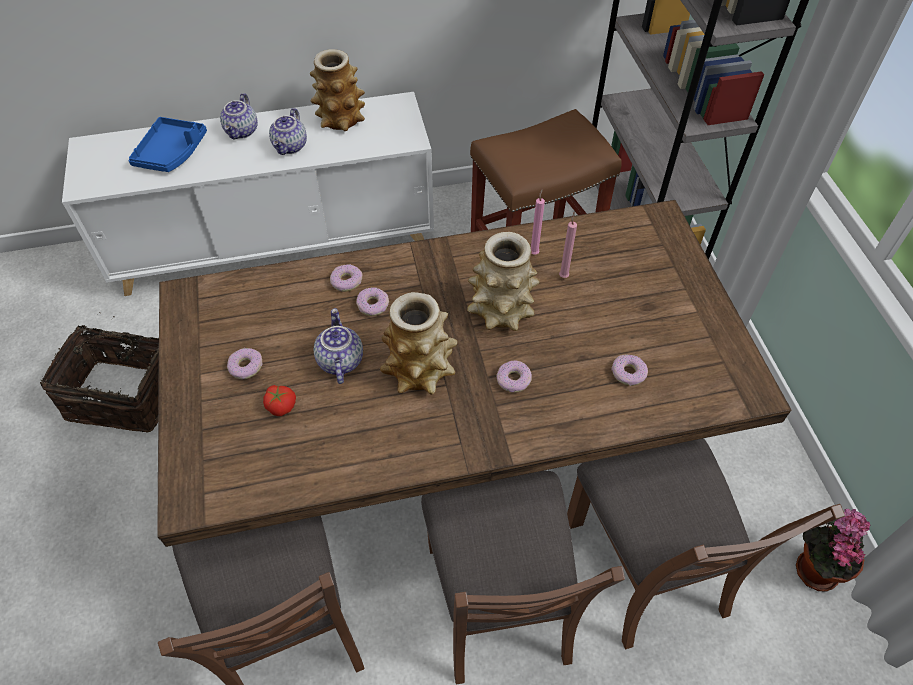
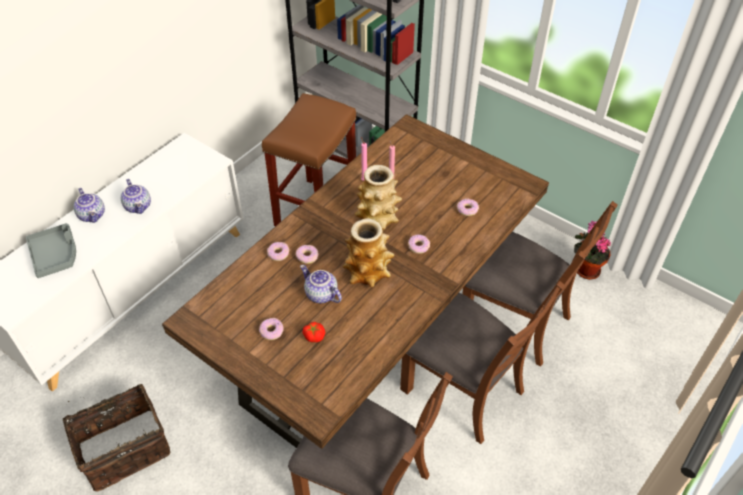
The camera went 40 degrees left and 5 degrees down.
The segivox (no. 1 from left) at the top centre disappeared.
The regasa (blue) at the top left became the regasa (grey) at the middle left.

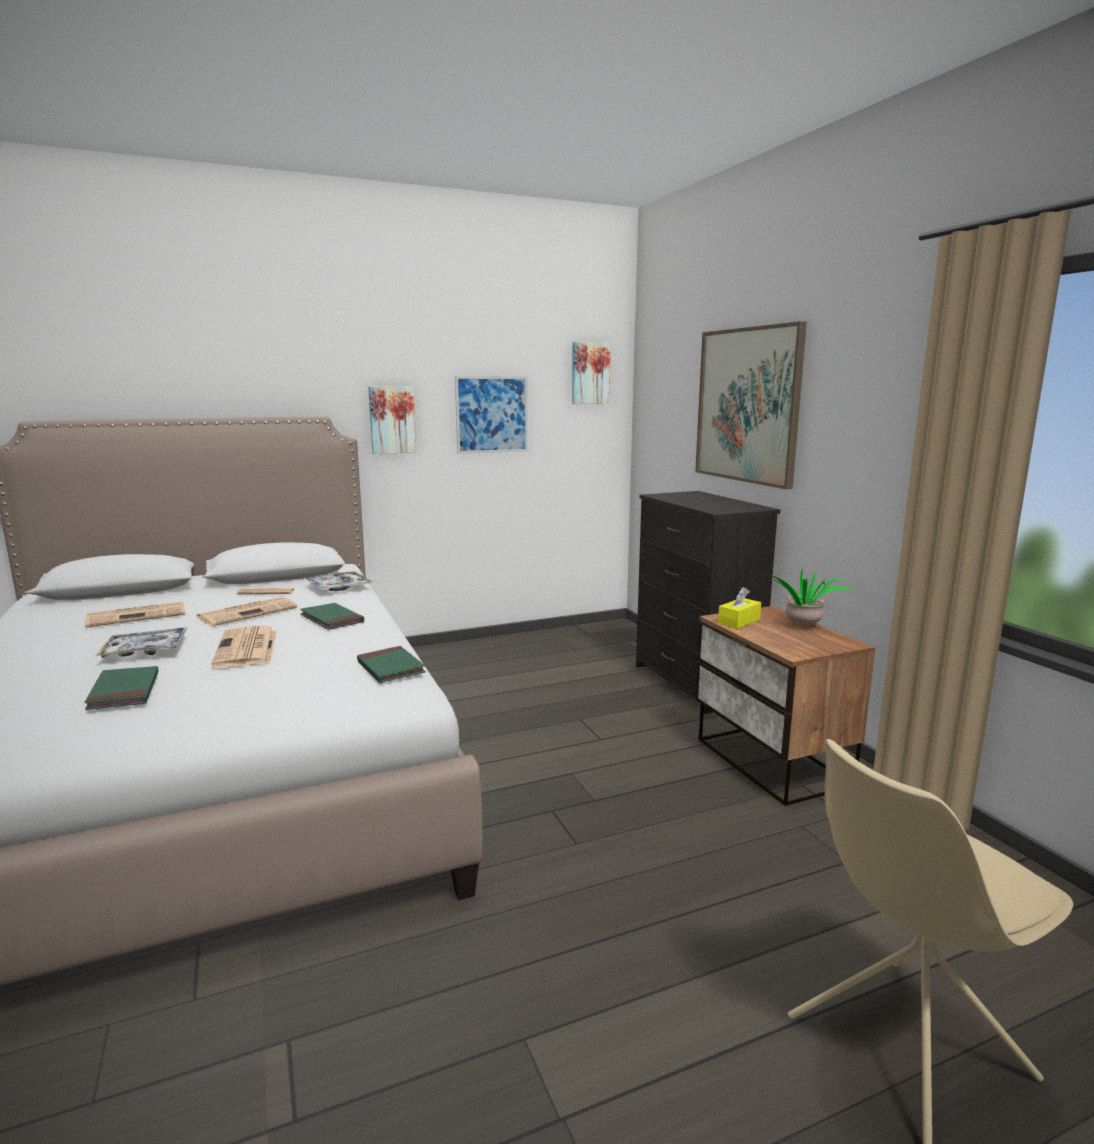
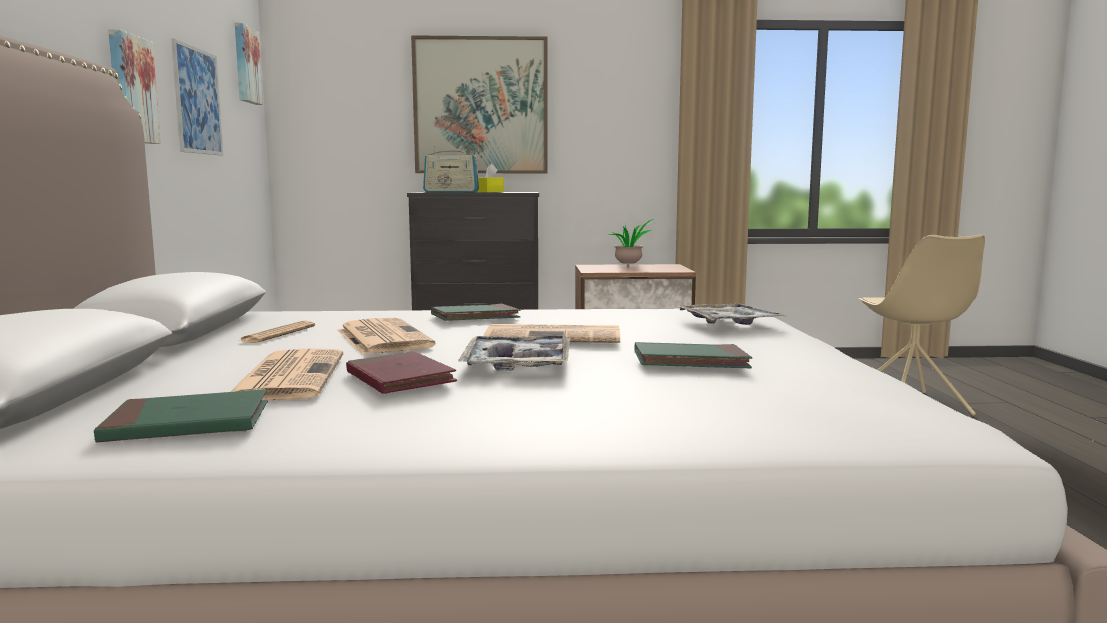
The camera went 70 degrees left and 5 degrees down.
The regasa (no. 2 from left) moved from the middle left to the centre.
The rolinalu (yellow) moved from the middle right to the top centre.
The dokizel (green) (no. 3 from left in the first image) moved from the centre to the middle left.
The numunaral at the top centre appeared.
The dokizel (red) at the centre appeared.

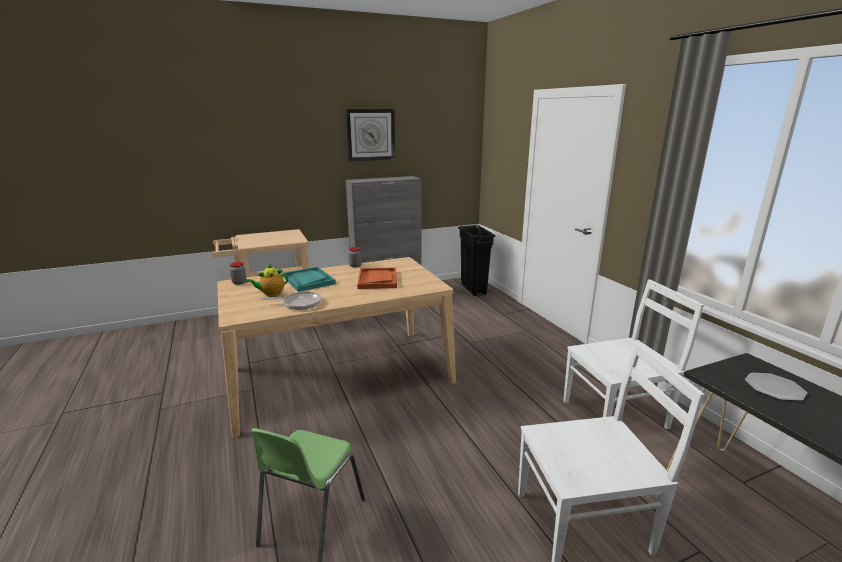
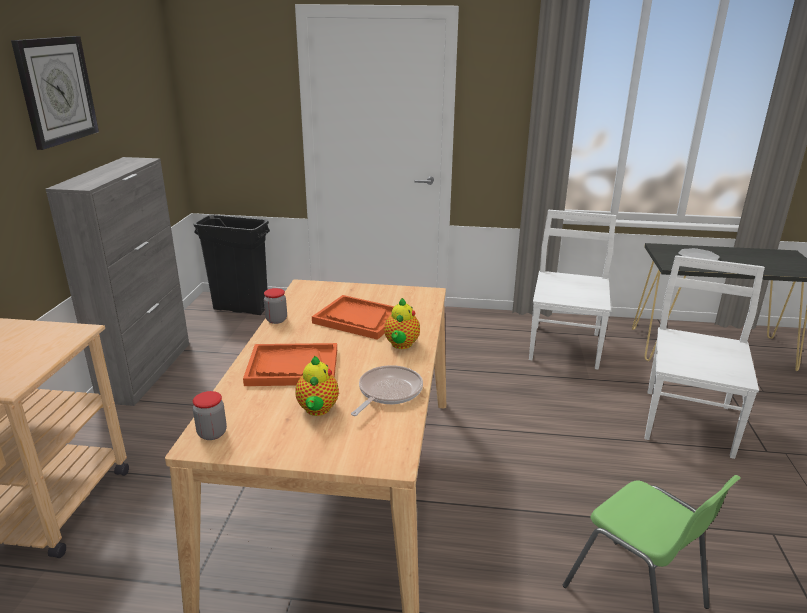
The camera went 60 degrees left and 5 degrees up.
The regasa (turquoise) at the centre became the regasa (orange) (no. 1 from left) at the centre.
The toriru (no. 2 from left) at the centre appeared.

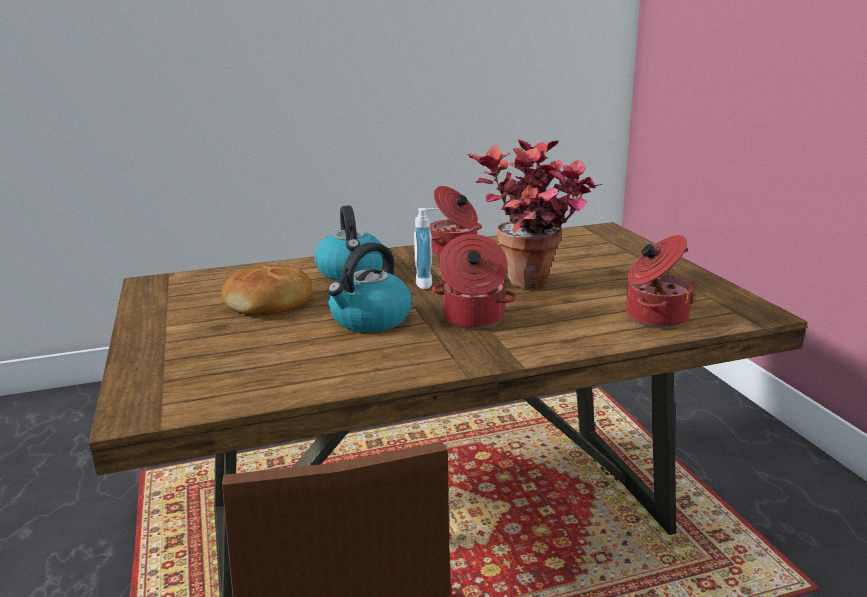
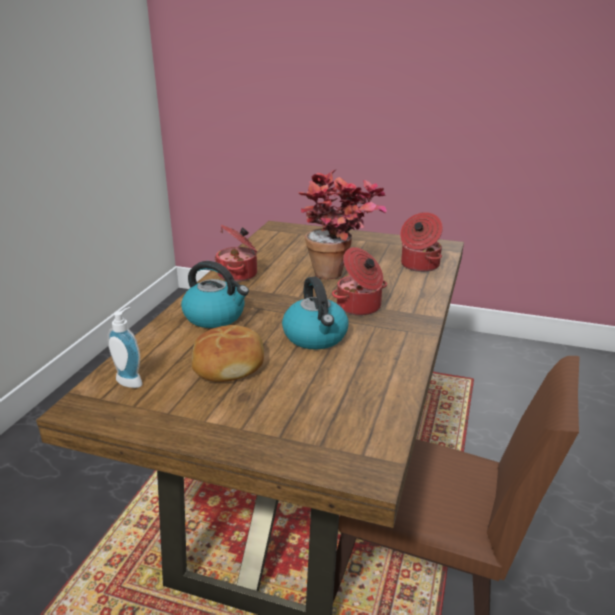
The camera went 55 degrees left and 5 degrees up.
The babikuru moved from the centre to the middle left.

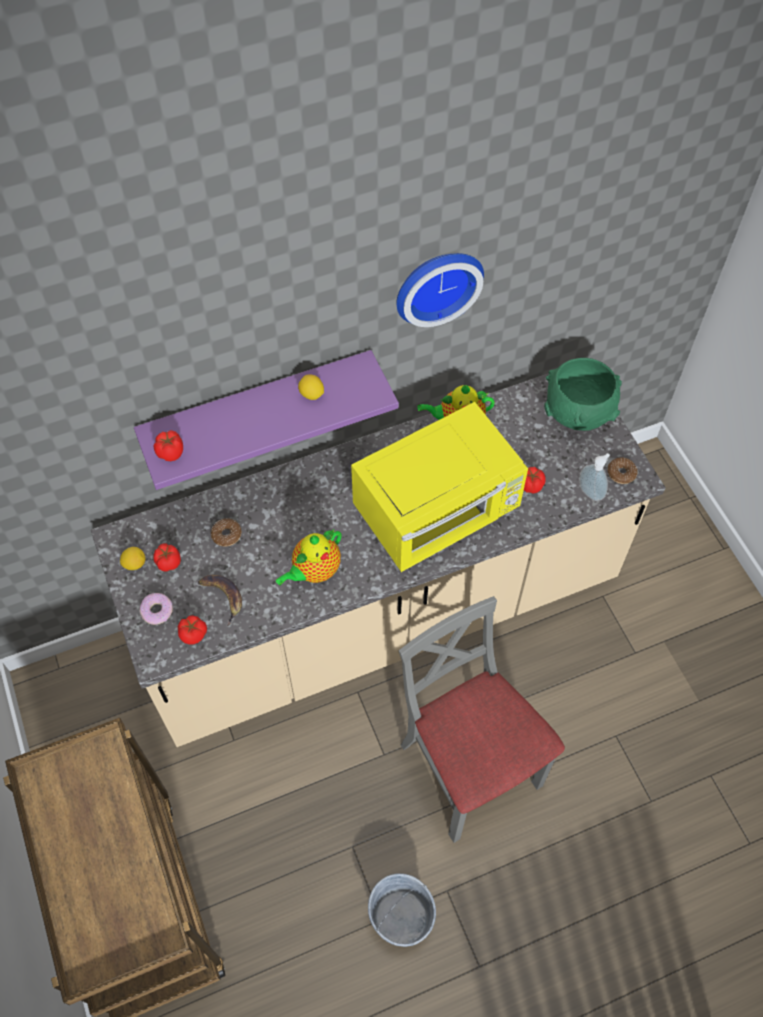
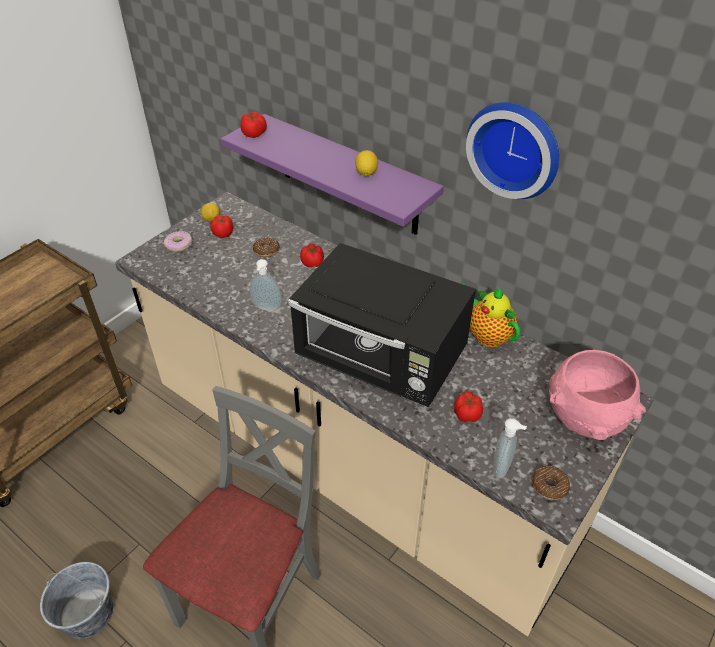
The camera went 60 degrees right and 15 degrees down.
The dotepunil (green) at the middle right became the dotepunil (pink) at the middle right.
The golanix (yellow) at the centre became the golanix (black) at the centre.
The toriru (no. 1 from left) at the centre was replaced by the babikuru (no. 1 from left) at the centre.
The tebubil at the middle left disappeared.
The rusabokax (no. 3 from left) moved from the middle left to the centre.

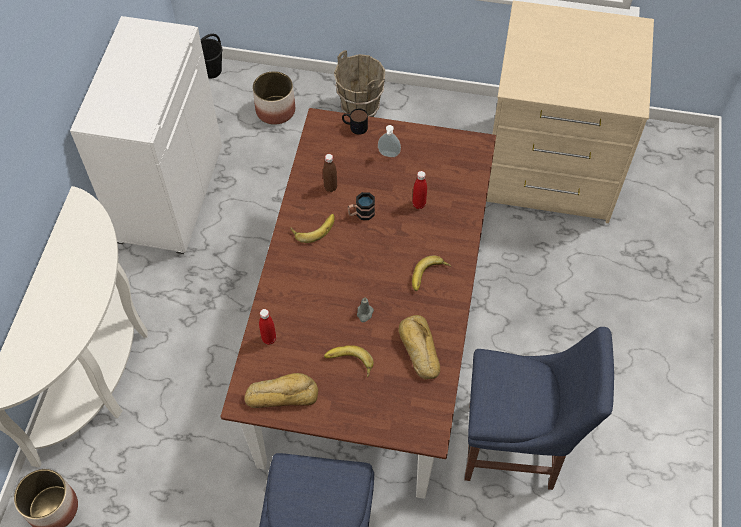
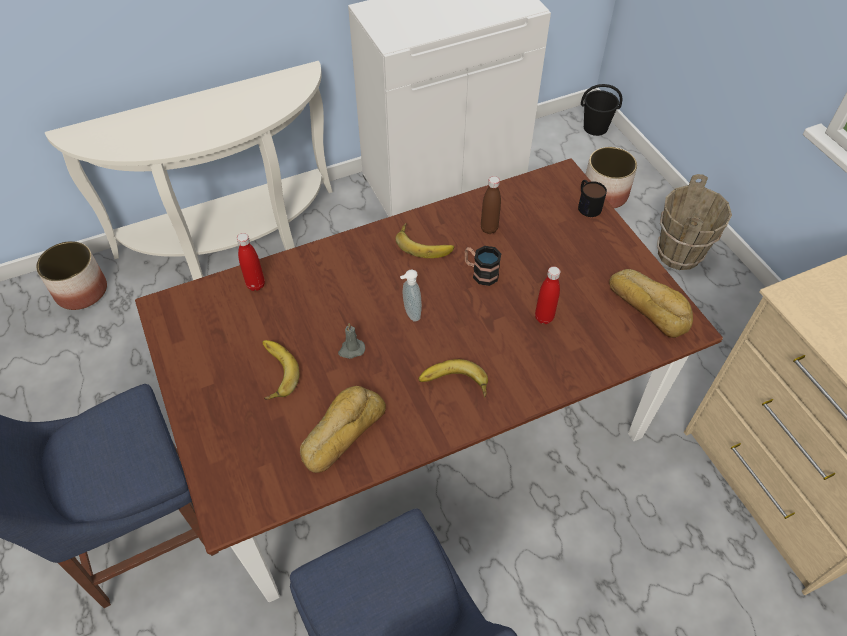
The camera went 55 degrees right and 5 degrees down.
The babikuru moved from the top centre to the centre.
The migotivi (no. 1 from left in the first image) moved from the bottom centre to the middle right.

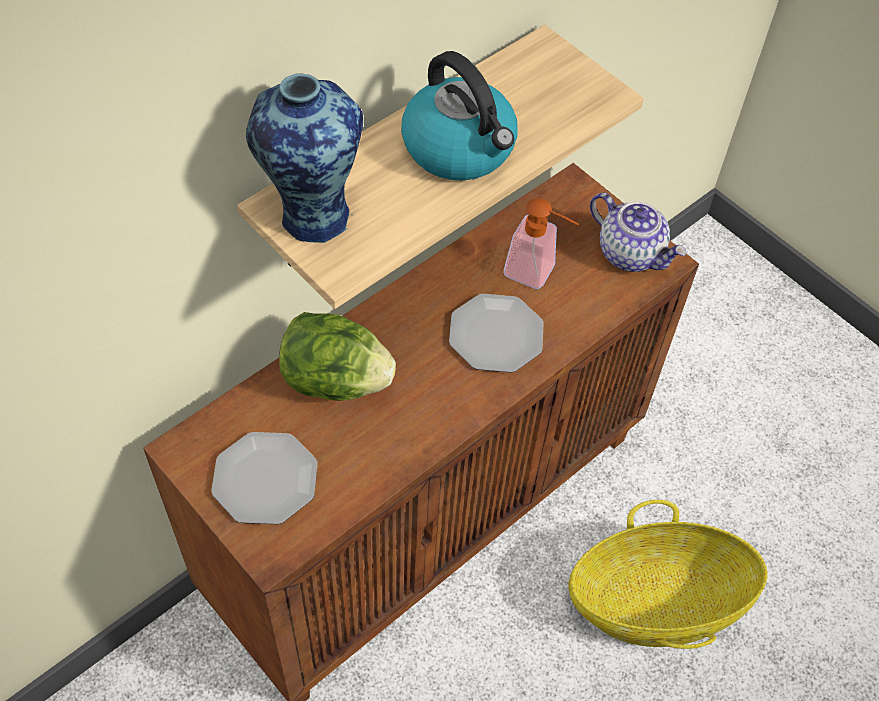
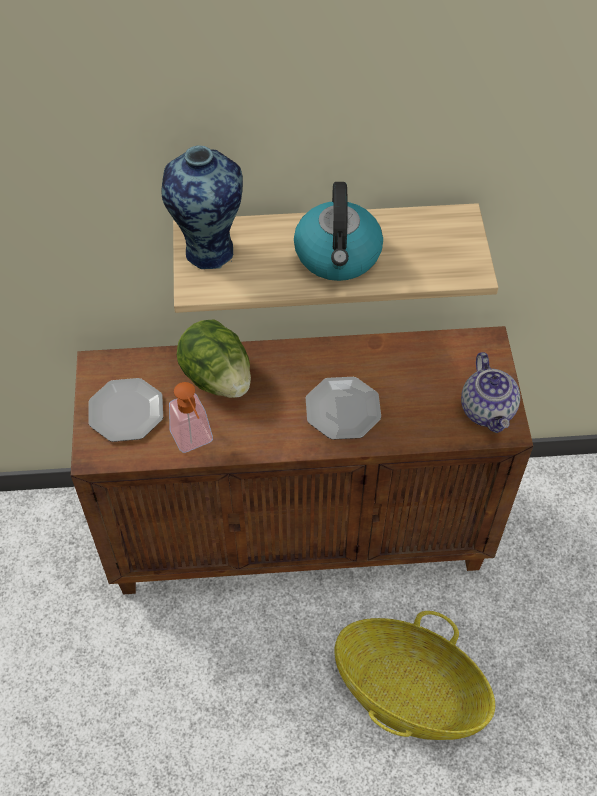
The camera went 40 degrees right and 0 degrees up.
The babikuru moved from the centre to the middle left.

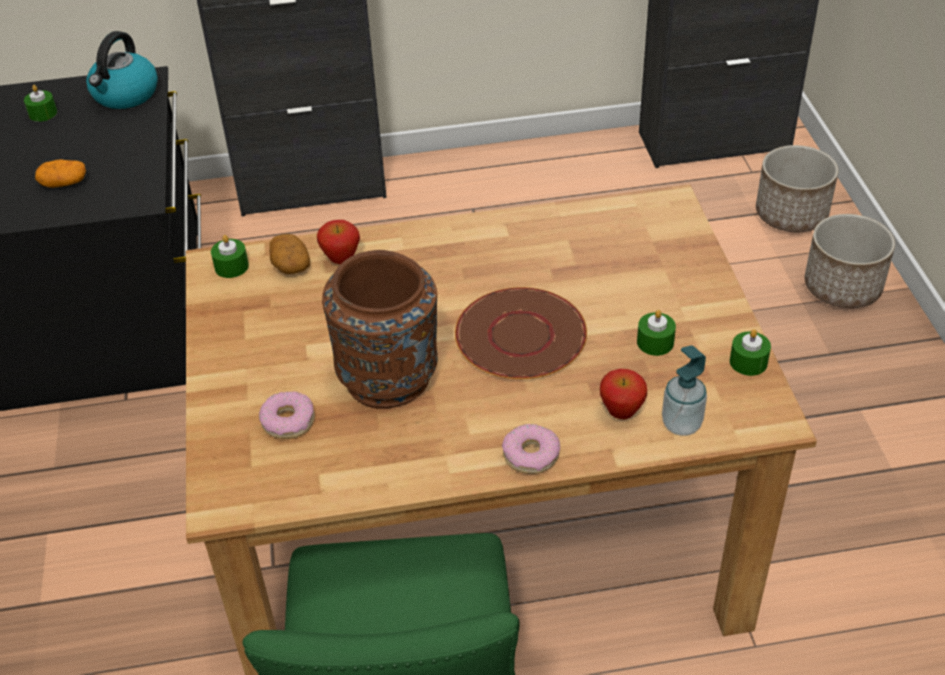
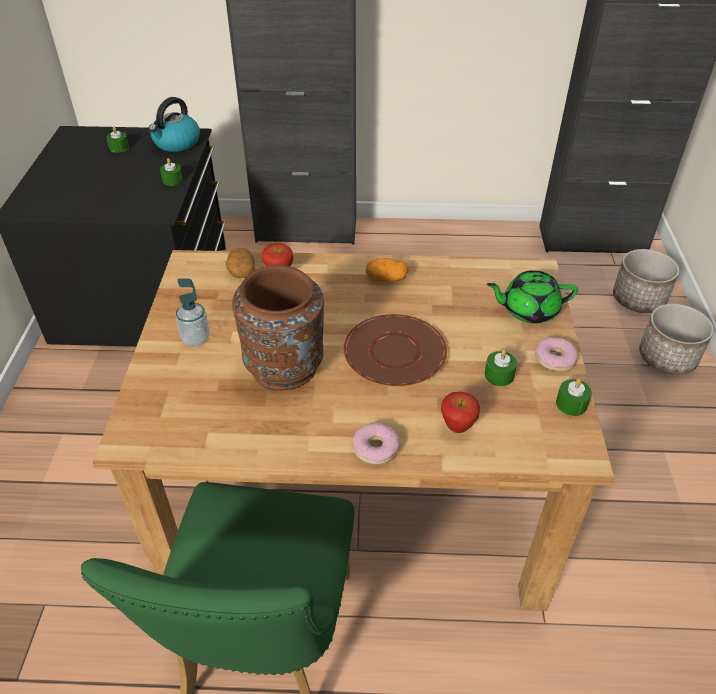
The camera went 10 degrees right and 0 degrees up.
The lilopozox (no. 1 from left in the first image) moved from the top left to the centre.
The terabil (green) (no. 2 from left) moved from the middle left to the top left.
The babikuru moved from the middle right to the middle left.
The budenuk (no. 1 from left in the first image) moved from the middle left to the middle right.
The toriru (green) at the middle right appeared.

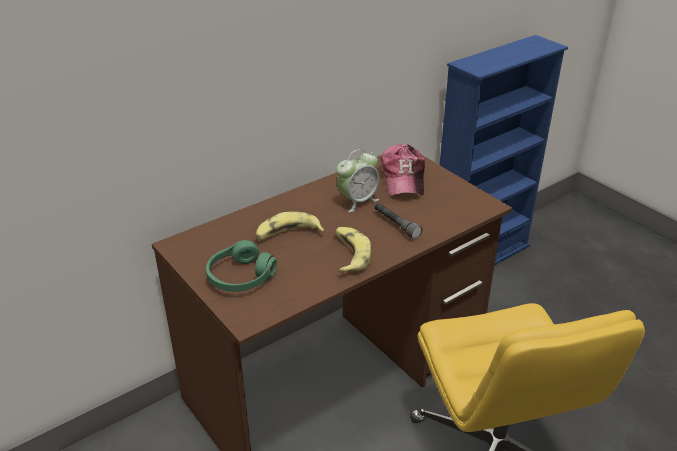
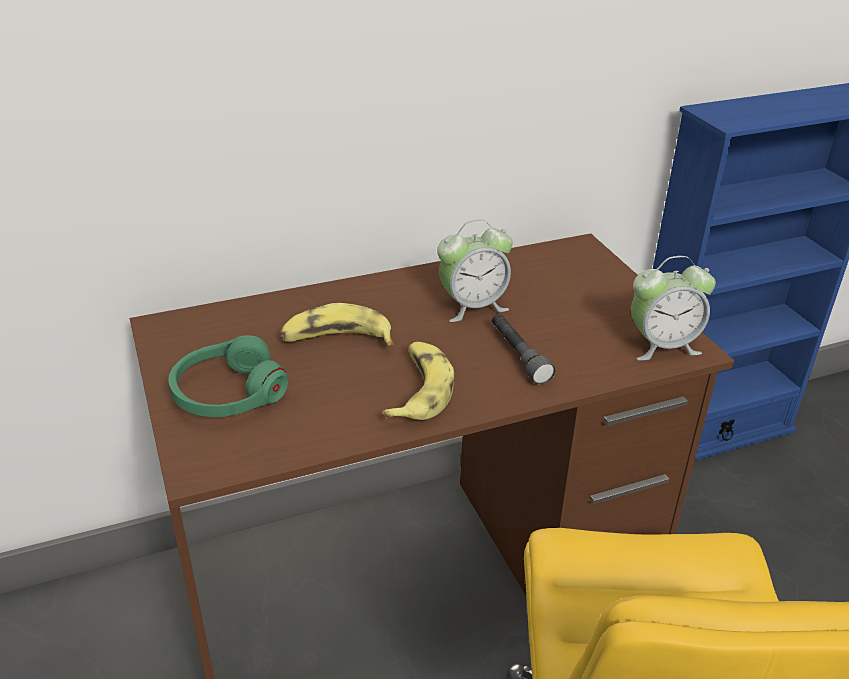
The camera went 15 degrees right and 0 degrees up.
The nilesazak at the centre disappeared.
The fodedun (no. 2 from left) at the middle right appeared.

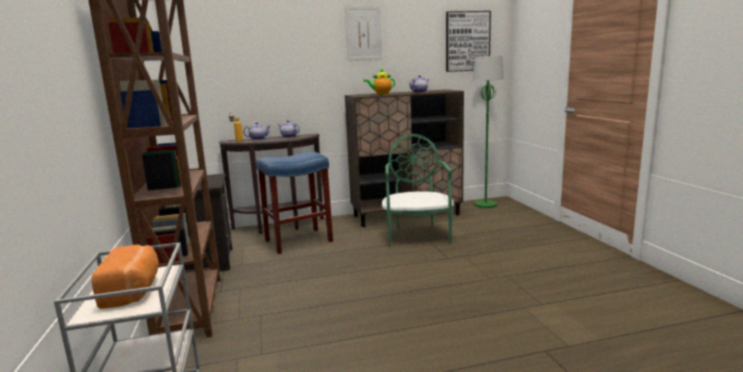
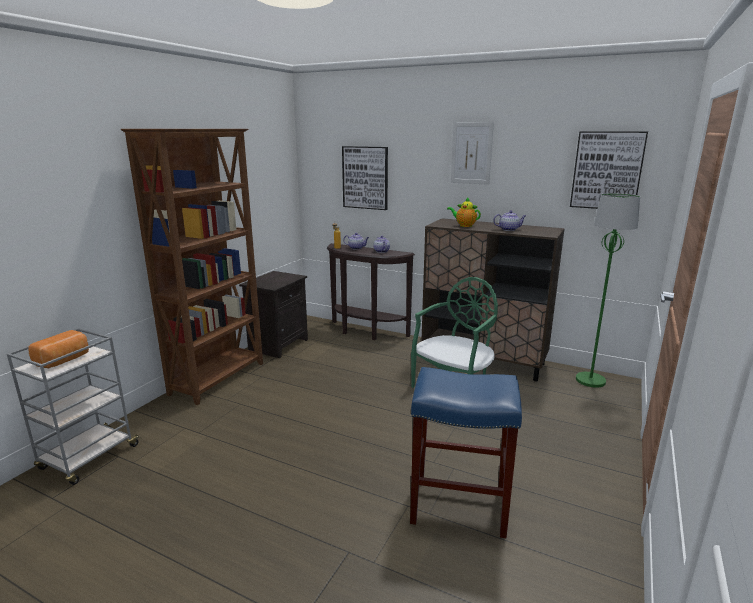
The camera went 40 degrees right and 5 degrees up.
The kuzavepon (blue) moved from the centre to the bottom centre.
The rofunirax (no. 1 from left) at the top centre appeared.

